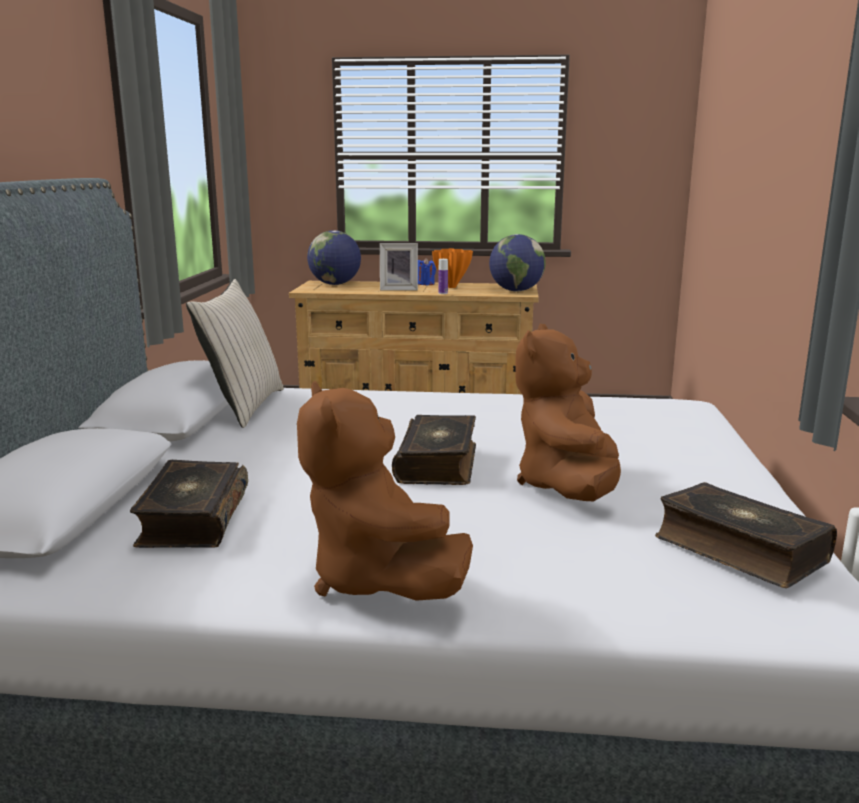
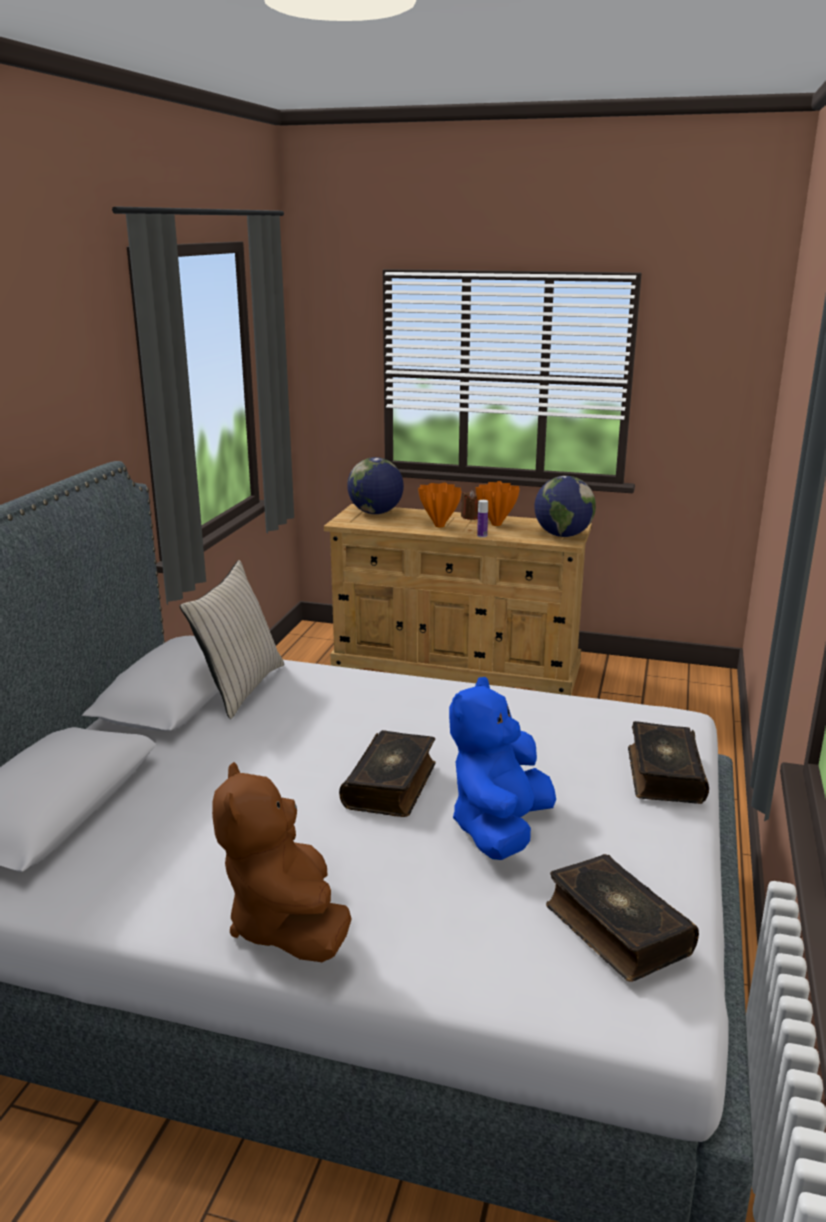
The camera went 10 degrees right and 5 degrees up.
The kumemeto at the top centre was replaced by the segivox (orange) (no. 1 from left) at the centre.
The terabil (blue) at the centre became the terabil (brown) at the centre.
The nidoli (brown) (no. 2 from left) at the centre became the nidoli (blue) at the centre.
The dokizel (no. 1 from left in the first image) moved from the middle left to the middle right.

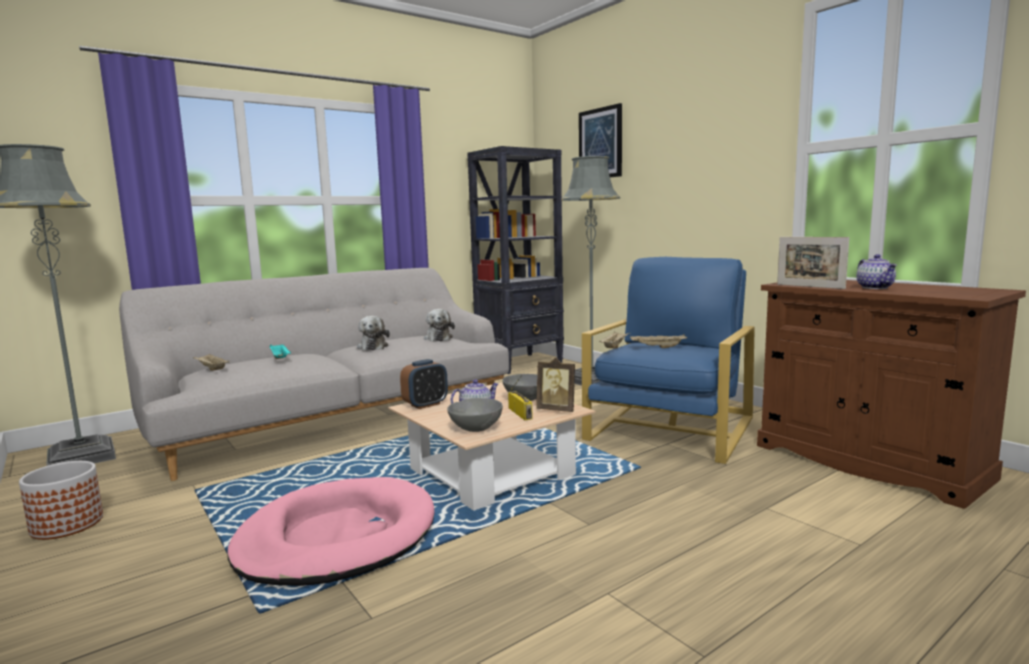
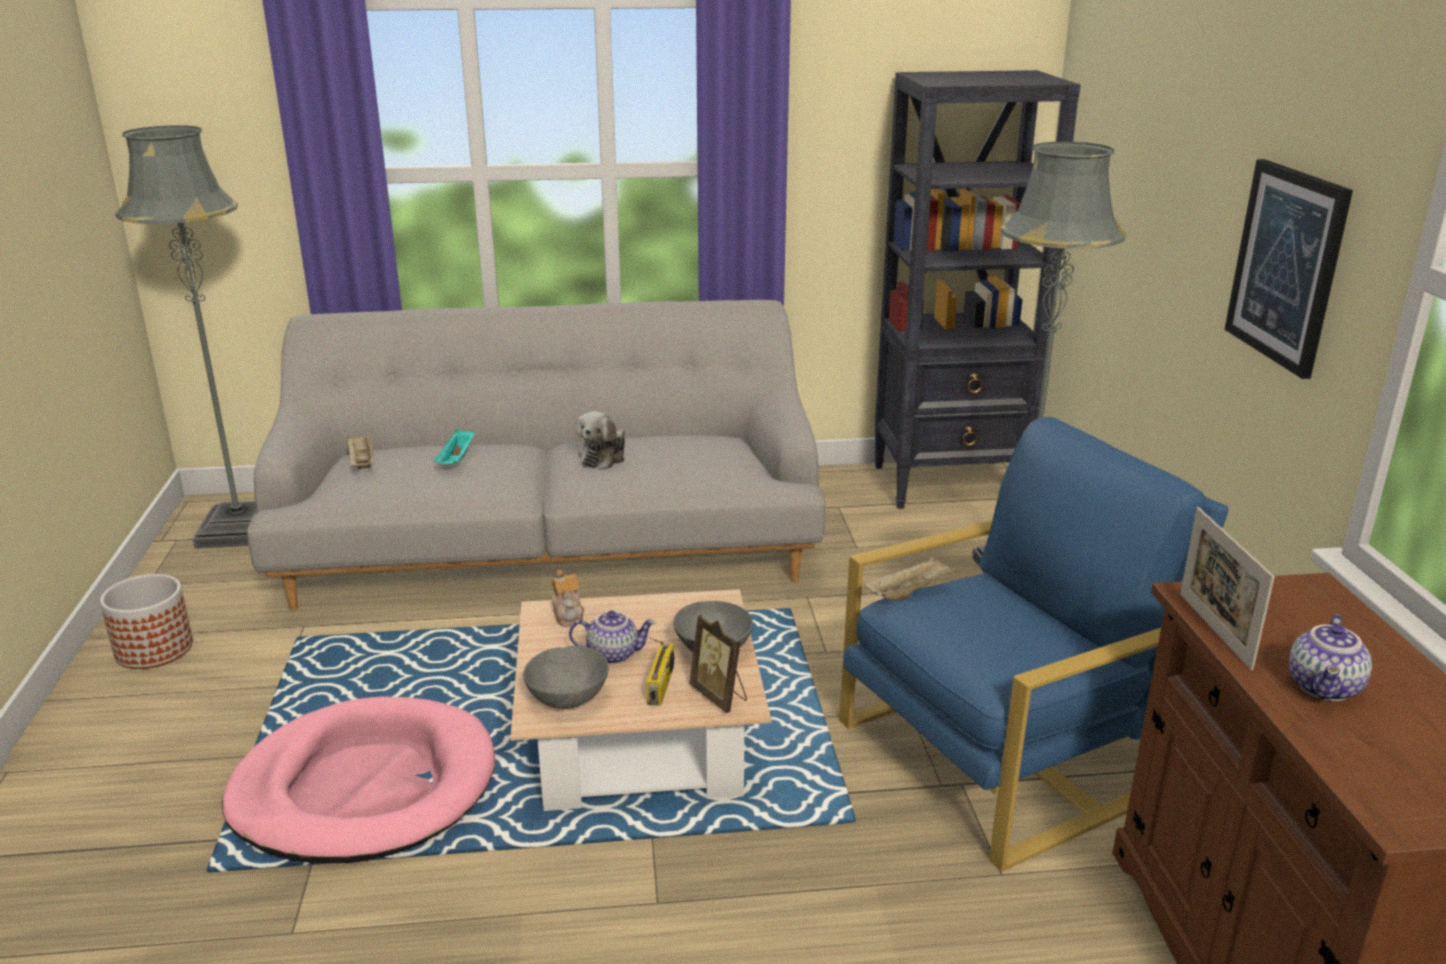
The camera went 30 degrees right and 15 degrees up.
The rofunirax moved from the top centre to the top right.
The nidoli (no. 2 from left) at the centre disappeared.
The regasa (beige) (no. 3 from left) at the centre disappeared.
The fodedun at the centre was replaced by the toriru (no. 1 from left) at the centre.

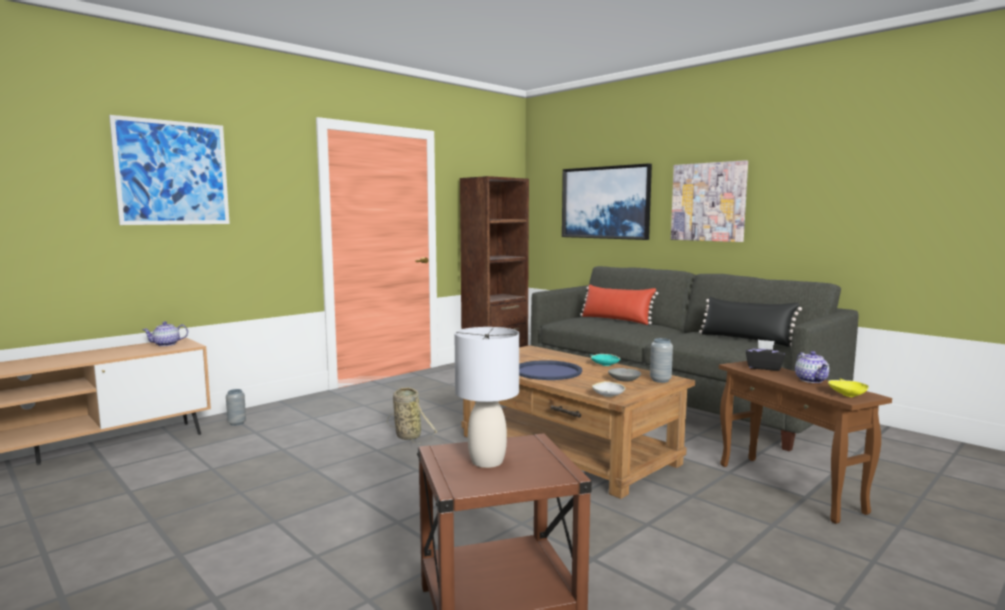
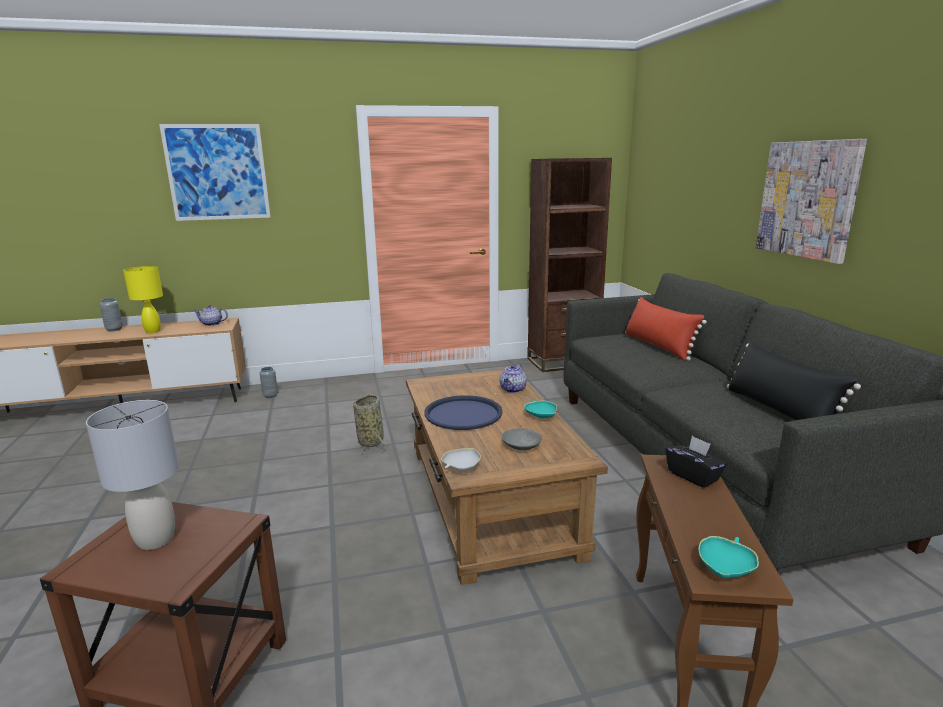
The camera went 30 degrees right and 10 degrees up.
The rofunirax (no. 2 from left) at the top centre disappeared.
The segivox (grey) (no. 2 from left in the first image) moved from the centre to the middle left.
The toriru (no. 2 from left) moved from the middle right to the centre.
The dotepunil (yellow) at the middle right became the dotepunil (turquoise) (no. 2 from left) at the bottom right.
The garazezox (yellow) at the middle left appeared.

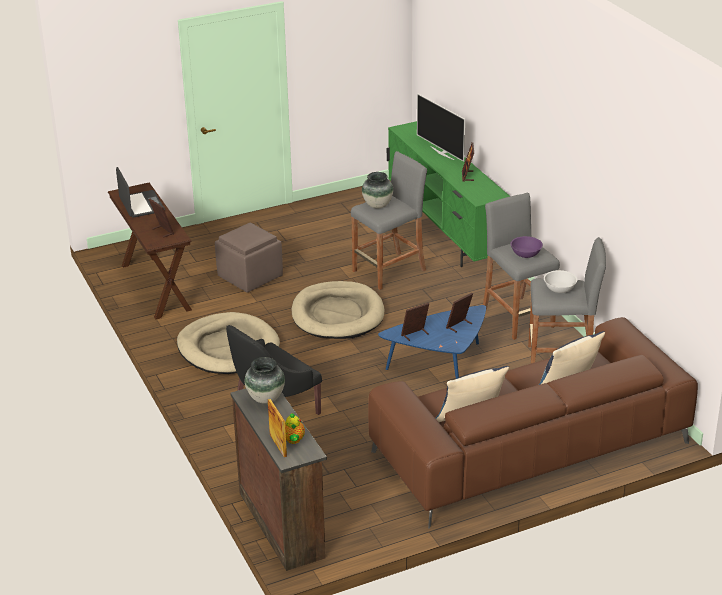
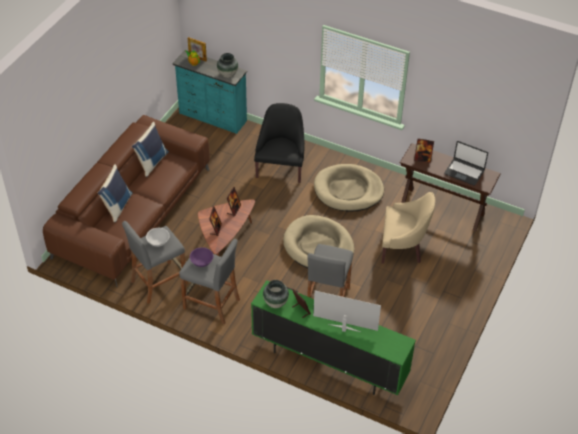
The camera went 140 degrees right and 15 degrees up.
The segivox (no. 2 from left) moved from the top centre to the bottom centre.
The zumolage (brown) at the centre was replaced by the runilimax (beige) at the middle right.
The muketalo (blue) at the centre became the muketalo (brown) at the centre.
The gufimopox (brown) at the bottom centre became the gufimopox (turquoise) at the top centre.

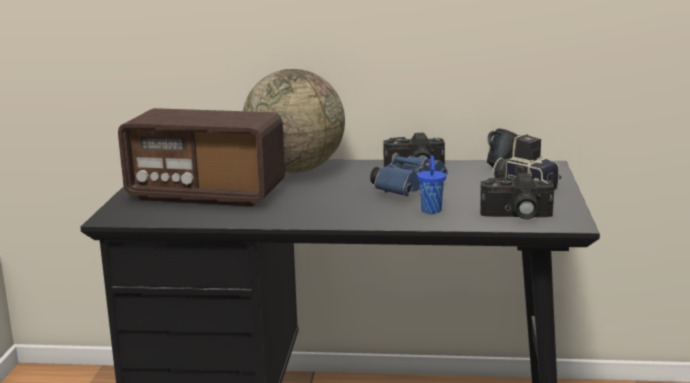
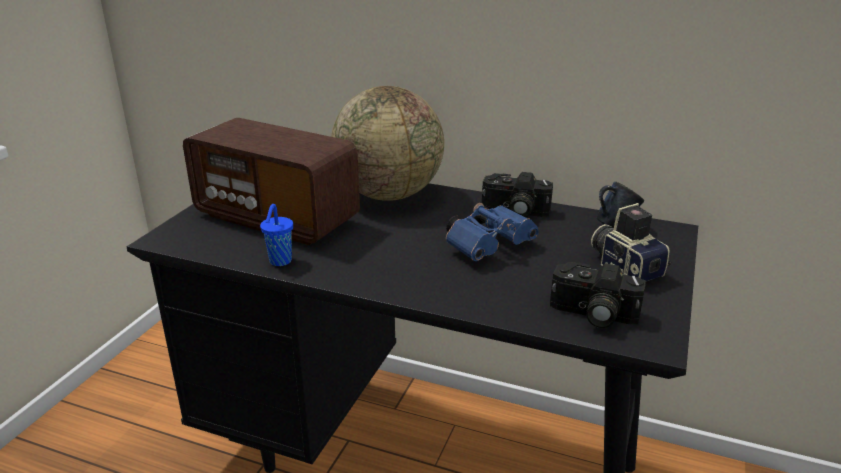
The camera went 15 degrees right and 10 degrees up.
The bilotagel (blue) moved from the centre to the middle left.

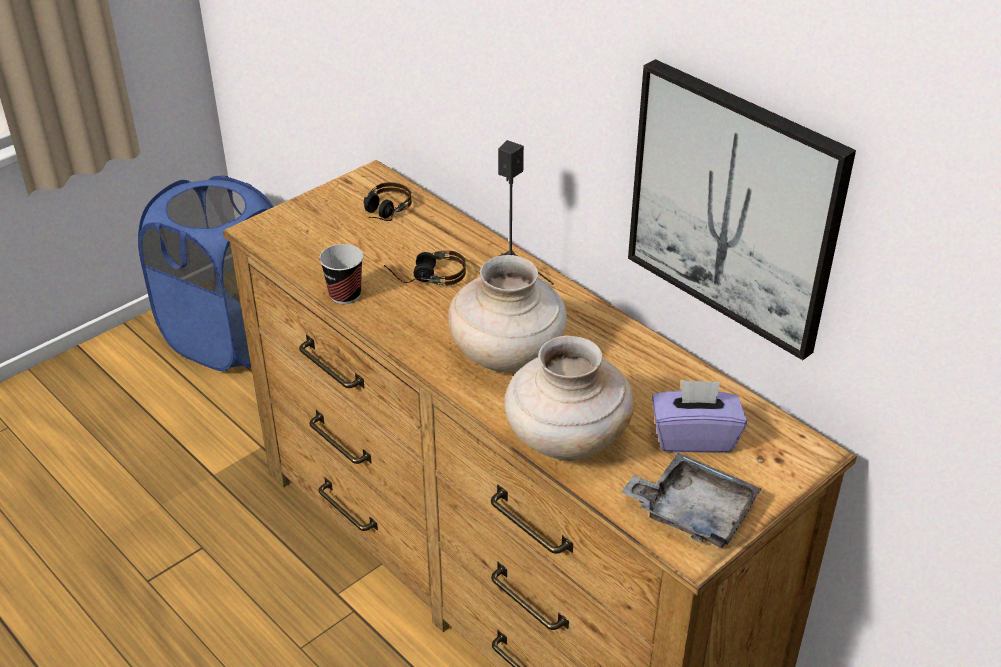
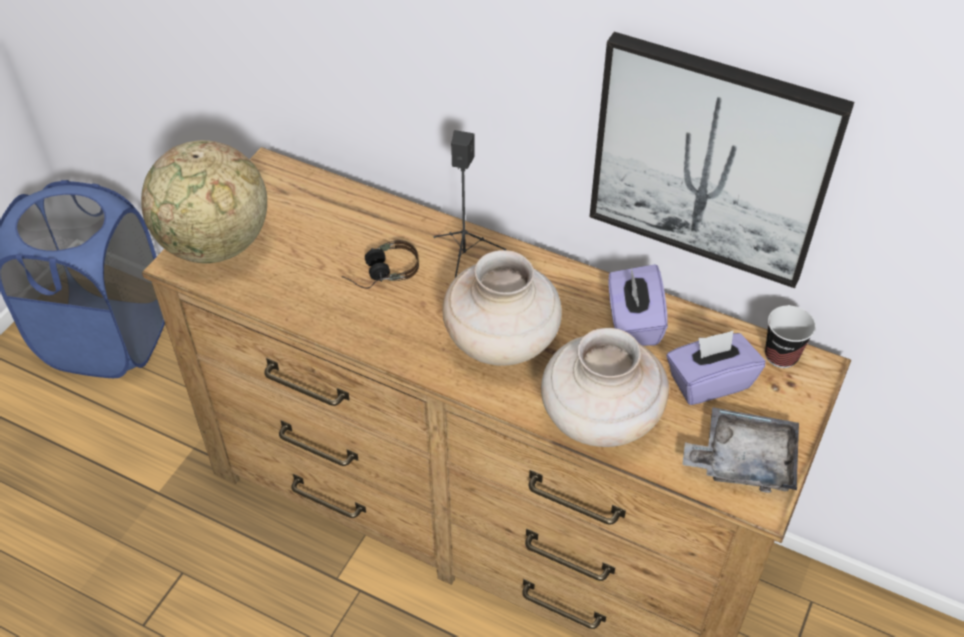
The camera went 20 degrees left and 10 degrees up.
The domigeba (no. 1 from left) at the top centre disappeared.
The bilotagel moved from the centre to the middle right.
The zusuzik at the top left appeared.
The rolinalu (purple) (no. 1 from left) at the centre appeared.

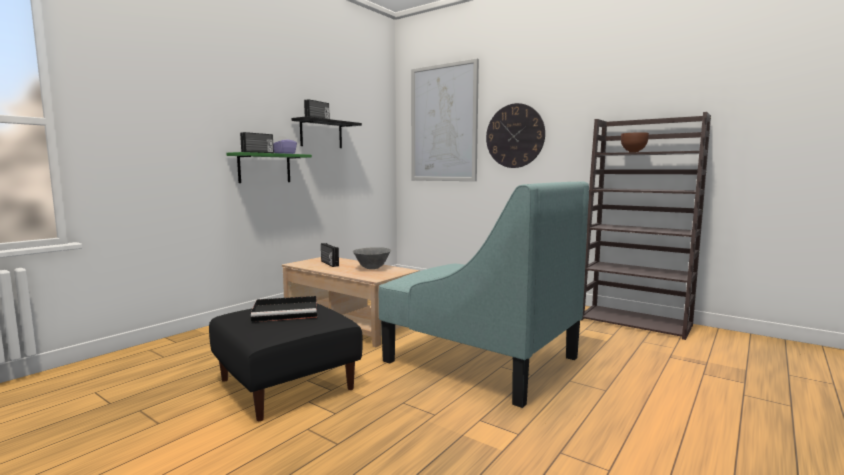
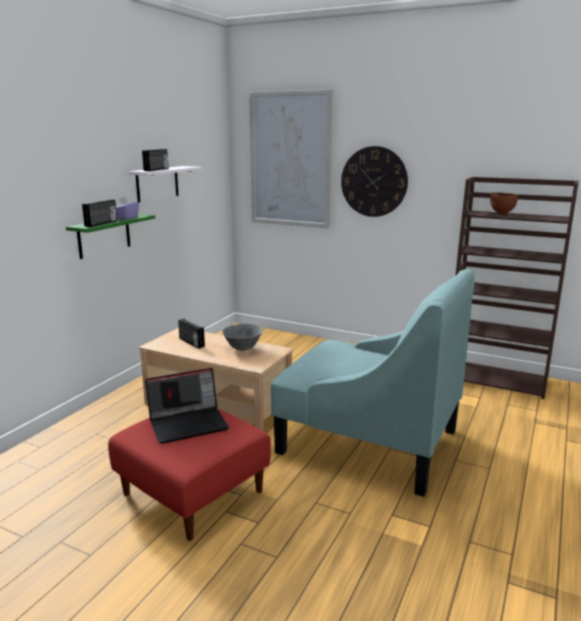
The camera went 10 degrees left and 10 degrees up.
The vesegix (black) at the top centre became the vesegix (white) at the top left.
The regasa (black) at the centre was replaced by the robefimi at the middle left.
The zumolage (black) at the bottom centre became the zumolage (red) at the bottom left.

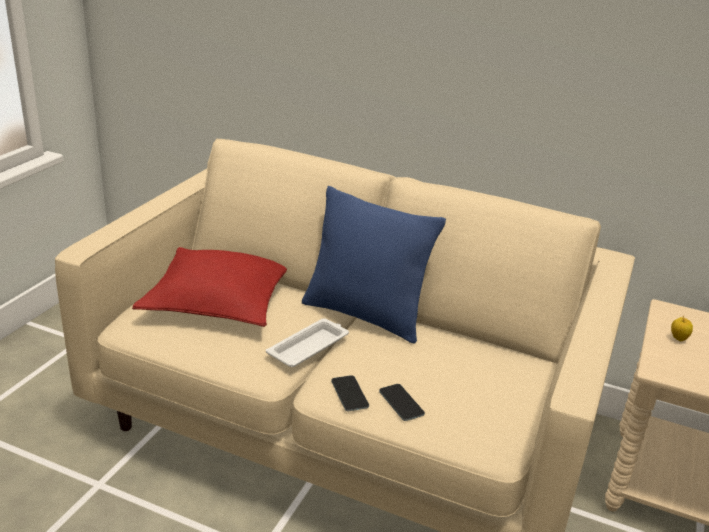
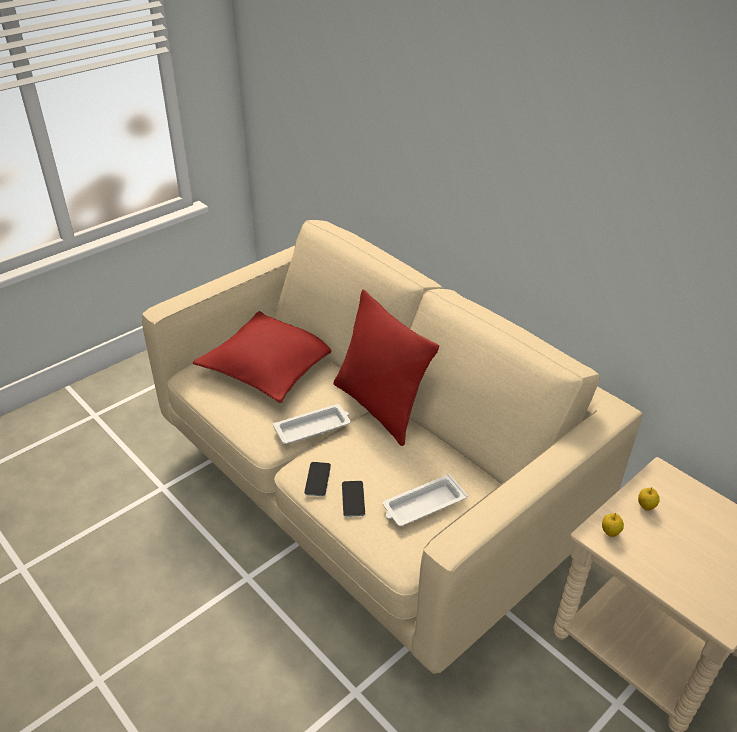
The camera went 25 degrees right and 10 degrees up.
The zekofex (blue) at the centre became the zekofex (red) (no. 2 from left) at the centre.
The regasa (white) (no. 2 from left) at the bottom centre appeared.
The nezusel (no. 1 from left) at the bottom right appeared.

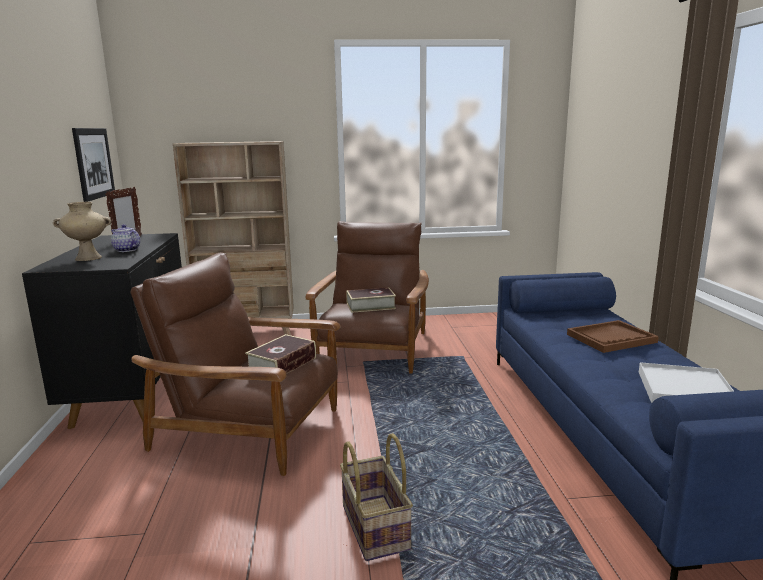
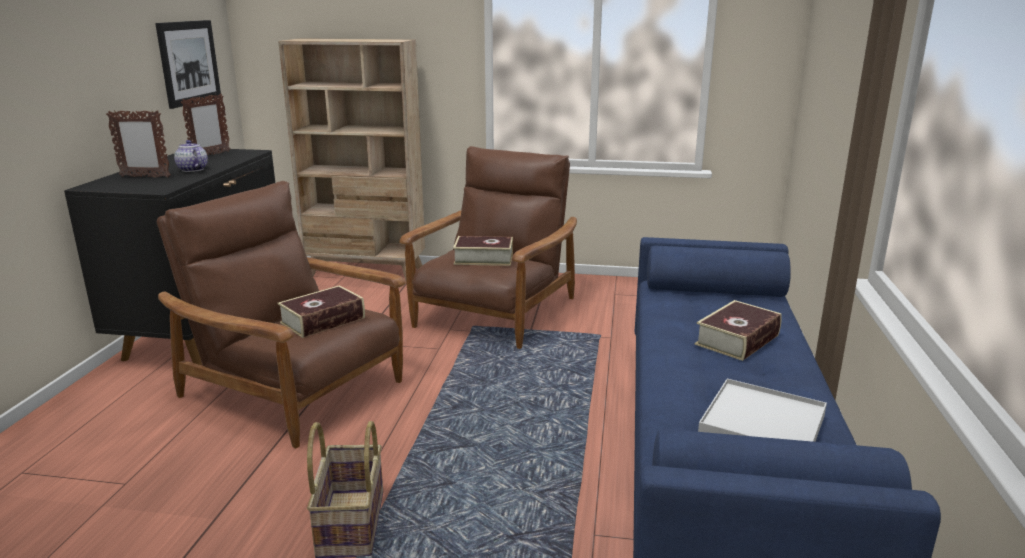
The camera went 15 degrees right and 5 degrees up.
The segivox (beige) at the middle left was replaced by the kumemeto (no. 1 from left) at the top left.
The regasa (brown) at the middle right was replaced by the dokizel (no. 3 from left) at the middle right.

